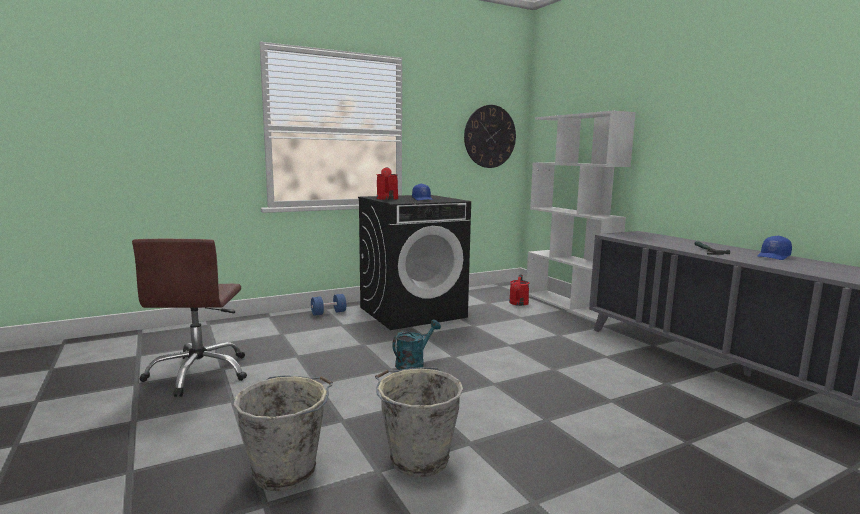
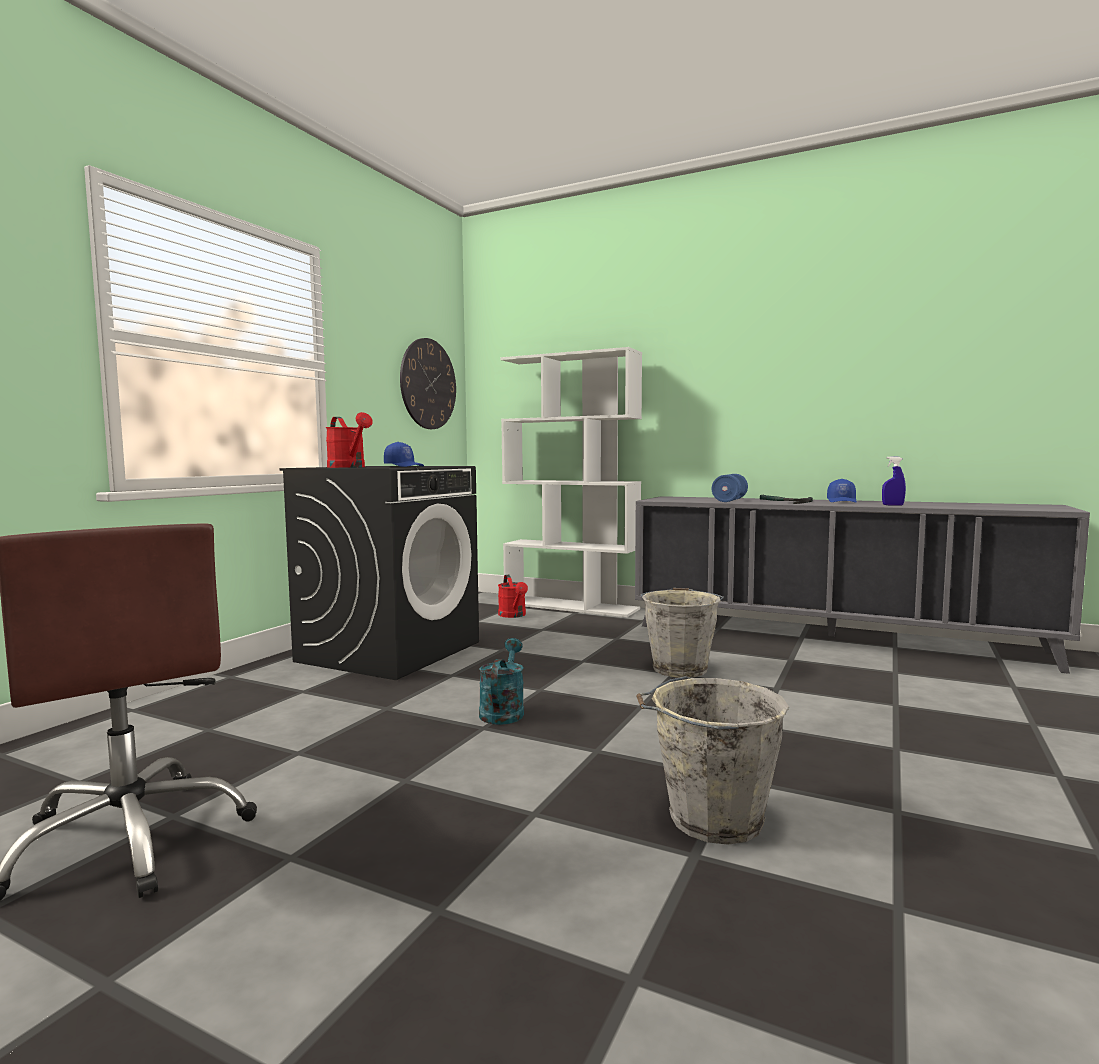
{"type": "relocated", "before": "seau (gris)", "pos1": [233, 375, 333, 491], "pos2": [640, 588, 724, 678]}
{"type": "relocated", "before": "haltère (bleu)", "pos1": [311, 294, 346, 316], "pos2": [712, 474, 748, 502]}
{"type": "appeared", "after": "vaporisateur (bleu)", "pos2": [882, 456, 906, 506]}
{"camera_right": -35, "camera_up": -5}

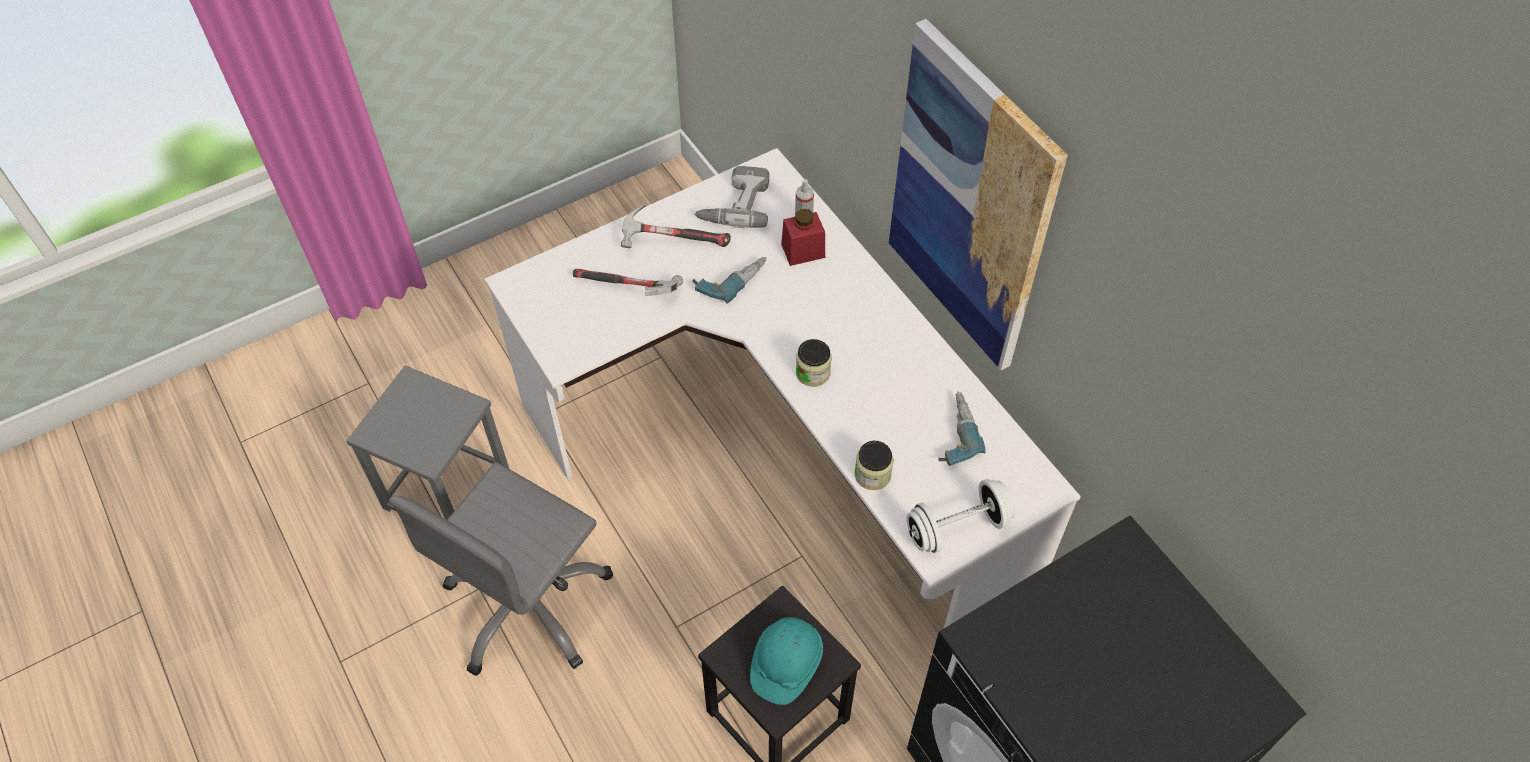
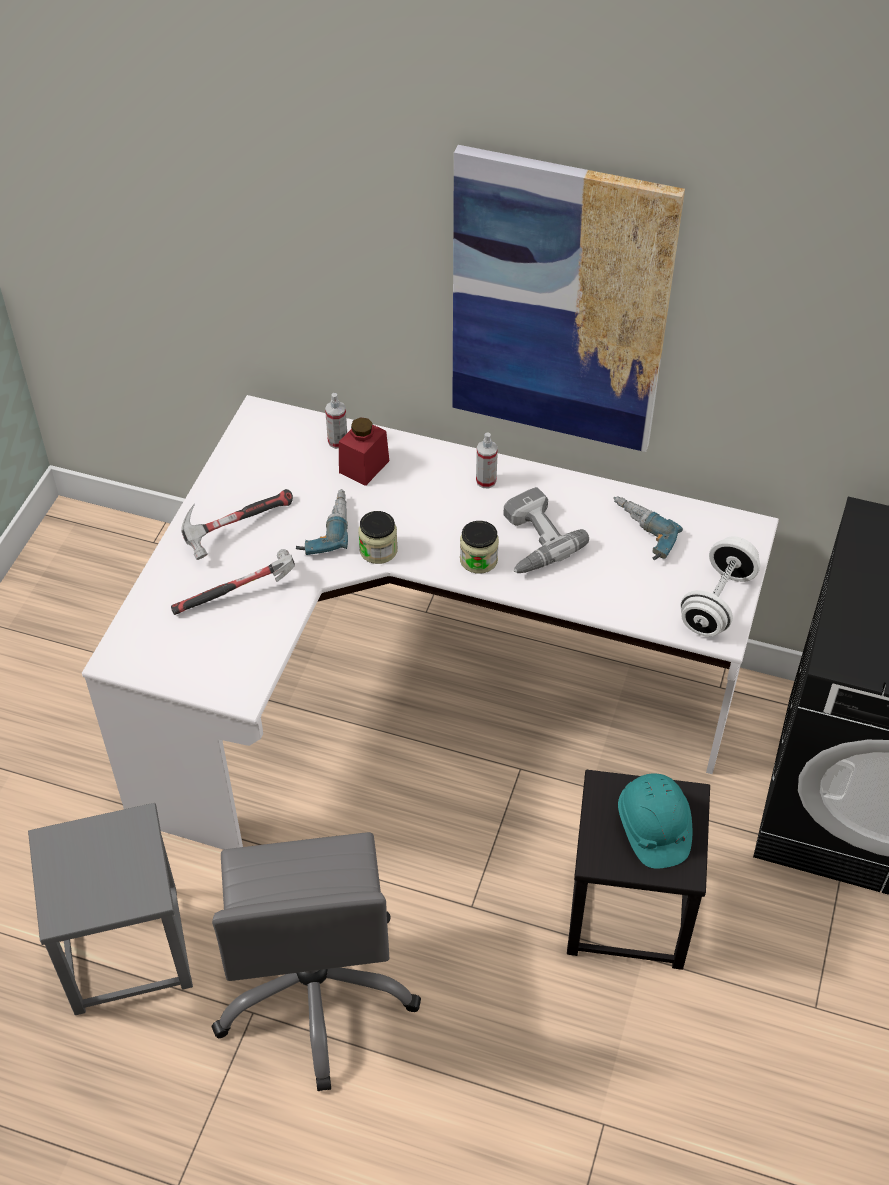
{"type": "relocated", "before": "bocal", "pos1": [855, 441, 893, 490], "pos2": [358, 511, 398, 564]}
{"type": "appeared", "after": "vaporisateur", "pos2": [476, 432, 498, 488]}
{"type": "relocated", "before": "perceuse", "pos1": [694, 166, 769, 228], "pos2": [503, 487, 589, 573]}
{"camera_right": -40, "camera_up": -5}

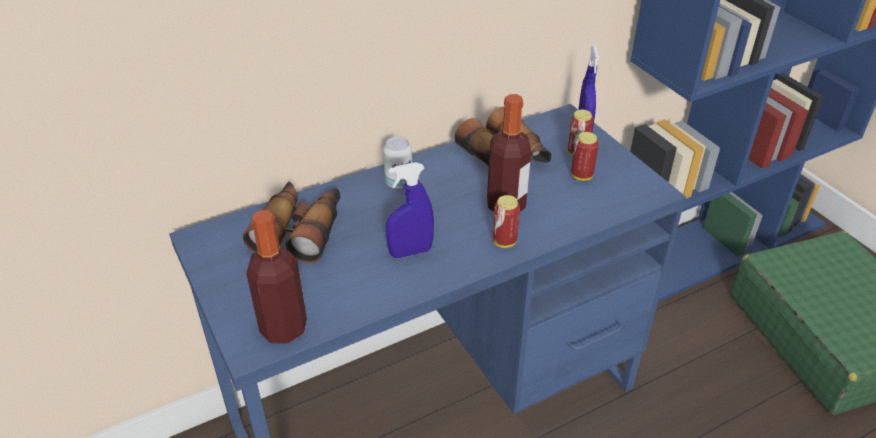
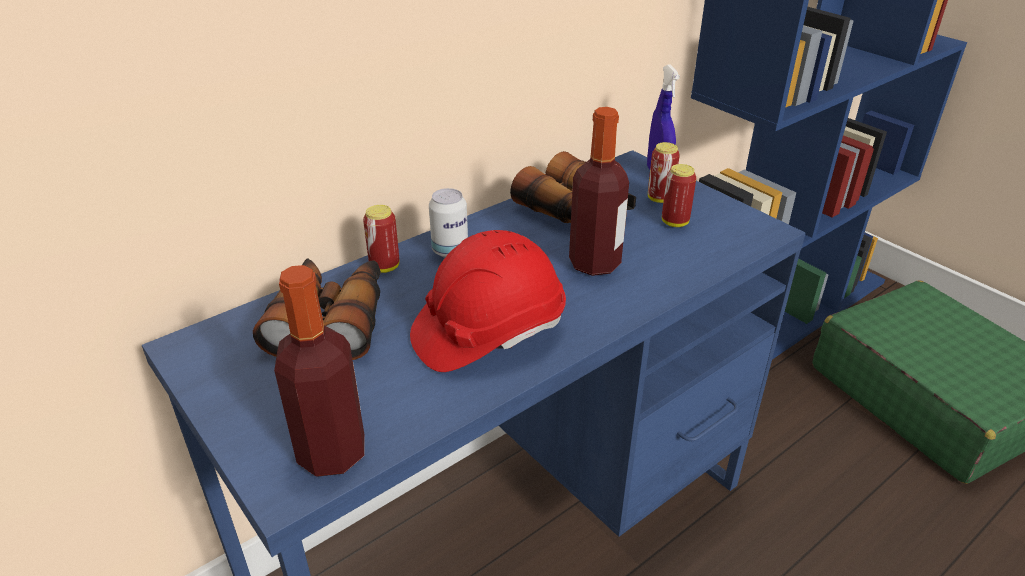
{"type": "relocated", "before": "boîte métallique", "pos1": [493, 195, 520, 248], "pos2": [363, 205, 399, 273]}
{"type": "exchanged", "before": "vaporisateur (bleu)", "after": "casque de chantier (rouge)", "pos1": [386, 162, 434, 258], "pos2": [410, 230, 566, 372]}
{"camera_right": -10, "camera_up": -5}

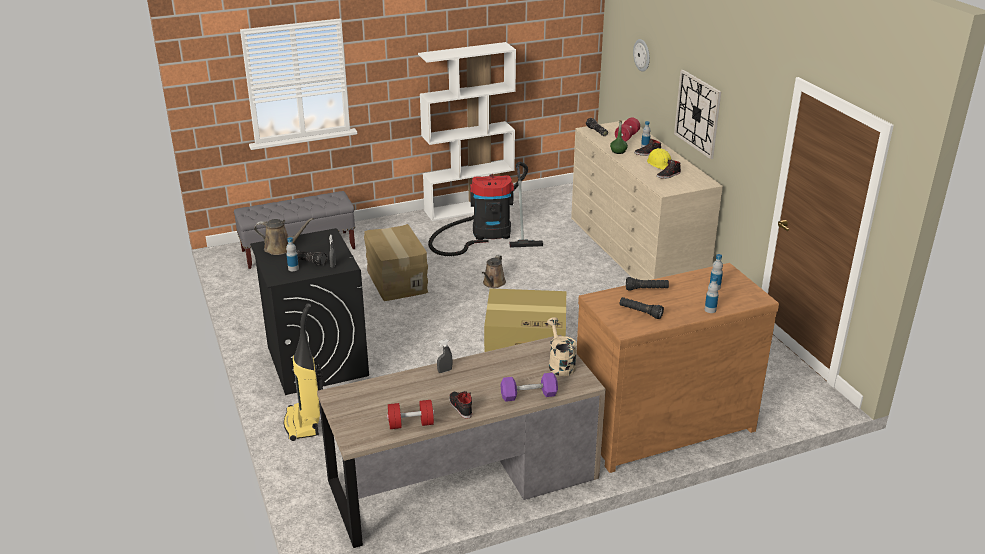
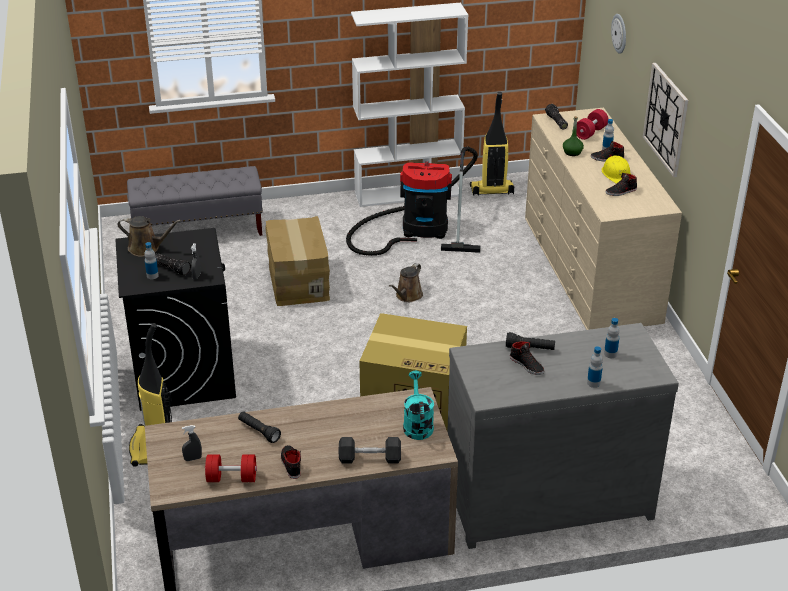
{"type": "relocated", "before": "vaporisateur (gris)", "pos1": [437, 339, 452, 373], "pos2": [182, 425, 202, 461]}
{"type": "relocated", "before": "lampe de poche (noir)", "pos1": [620, 297, 664, 319], "pos2": [238, 411, 281, 443]}
{"type": "colour", "before": "haltère (violet)", "after": "haltère (noir)", "pos1": [500, 373, 558, 402], "pos2": [339, 437, 401, 464]}
{"type": "colour", "before": "arrosoir (beige)", "after": "arrosoir (turquoise)", "pos1": [547, 317, 577, 376], "pos2": [403, 371, 434, 440]}
{"type": "colour", "before": "commode (marron)", "after": "commode (gris)", "pos1": [576, 263, 779, 473], "pos2": [447, 323, 679, 549]}
{"type": "appeared", "after": "aspirateur", "pos2": [470, 92, 514, 196]}
{"type": "appeared", "after": "chaussure (noir)", "pos2": [510, 341, 544, 375]}
{"camera_right": 10, "camera_up": 5}

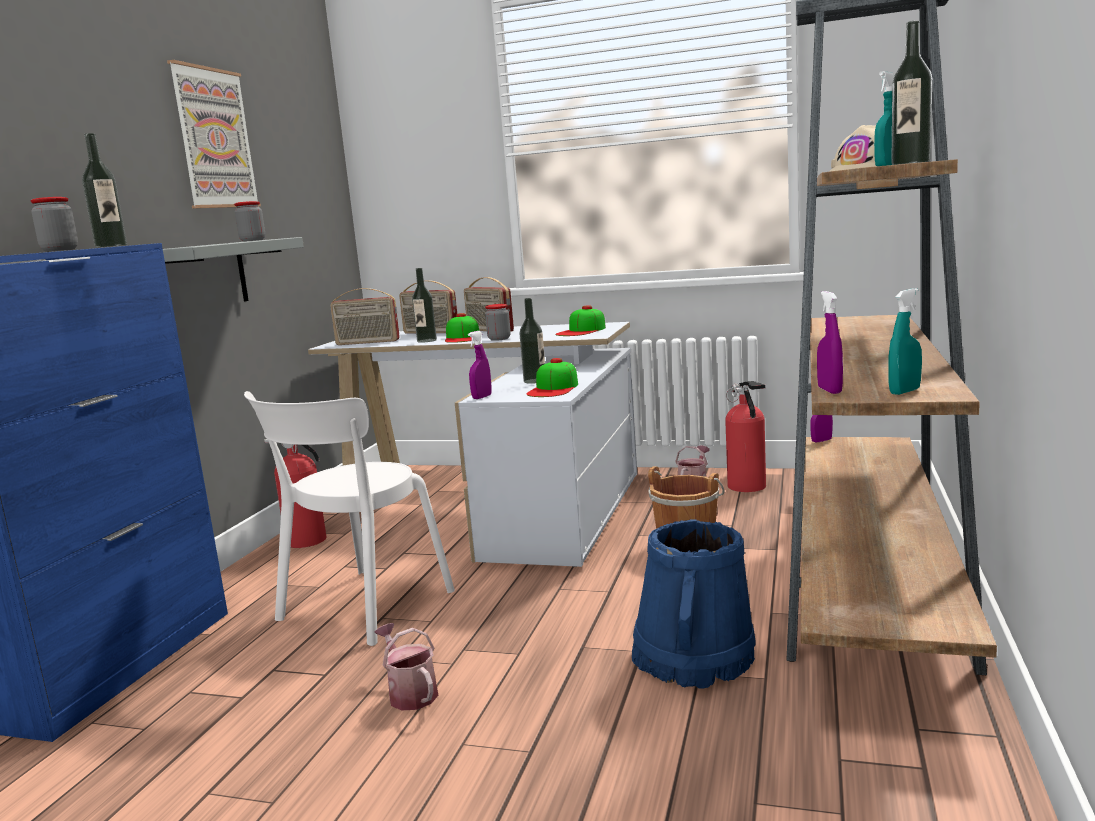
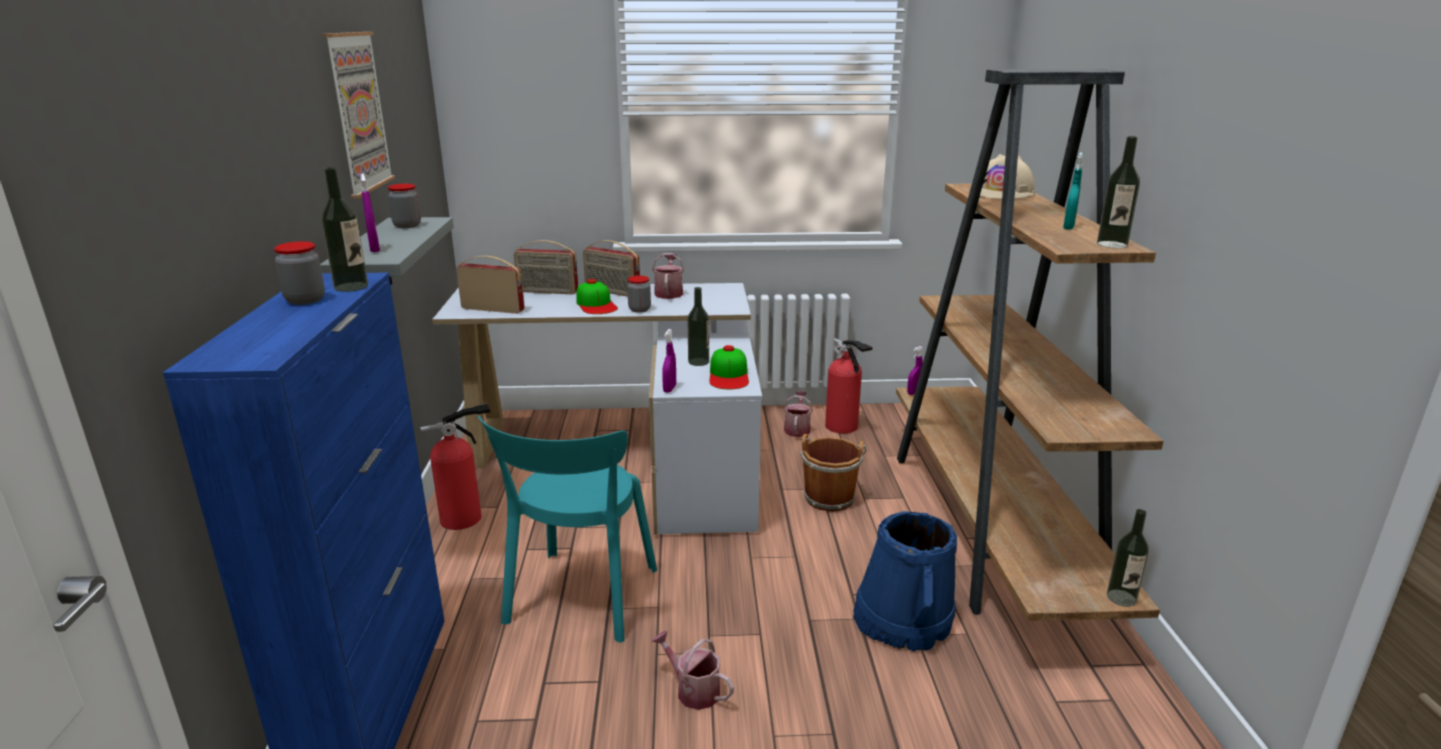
{"type": "relocated", "before": "vaporisateur (violet)", "pos1": [817, 291, 843, 394], "pos2": [360, 174, 380, 252]}
{"type": "spun", "before": "radio", "pos1": [330, 288, 400, 345], "pos2": [456, 256, 525, 314], "turn": -150}
{"type": "colour", "before": "chaise (blanc)", "after": "chaise (turquoise)", "pos1": [244, 391, 455, 646], "pos2": [478, 416, 657, 642]}
{"type": "appeared", "after": "arrosoir", "pos2": [652, 253, 684, 299]}
{"type": "relocated", "before": "bouteille", "pos1": [412, 268, 437, 343], "pos2": [1107, 509, 1149, 607]}
{"type": "missing", "before": "casquette", "pos1": [555, 306, 606, 336]}
{"type": "missing", "before": "vaporisateur (turquoise)", "pos1": [889, 289, 922, 395]}
{"camera_right": -20, "camera_up": 10}

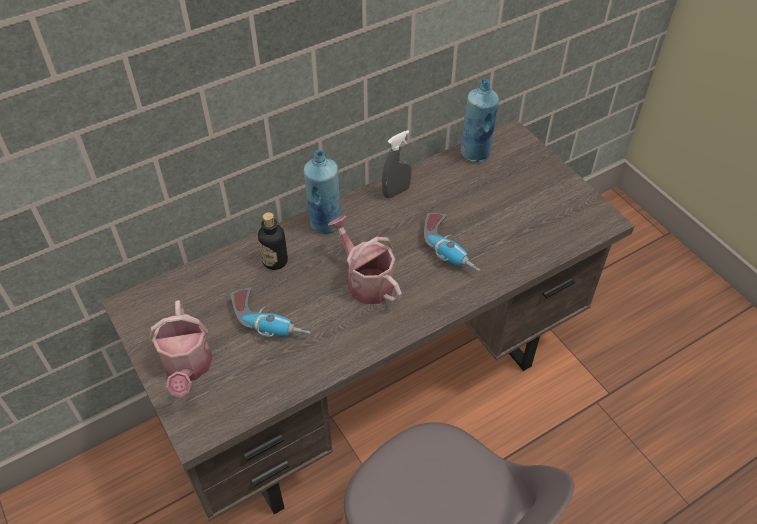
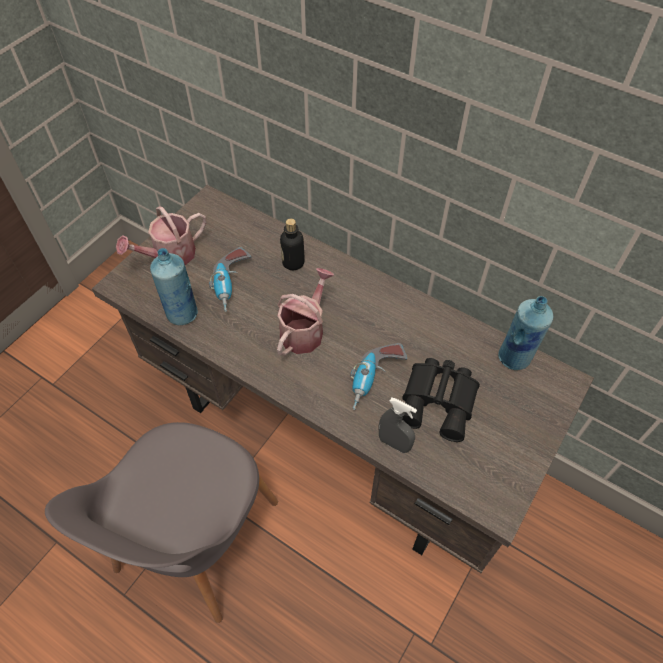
{"type": "relocated", "before": "bouteille (bleu)", "pos1": [304, 150, 342, 234], "pos2": [150, 248, 198, 325]}
{"type": "relocated", "before": "vaporisateur (gris)", "pos1": [382, 130, 411, 198], "pos2": [379, 398, 417, 453]}
{"type": "appeared", "after": "jumelles (noir)", "pos2": [402, 358, 480, 442]}
{"camera_right": 65, "camera_up": 5}

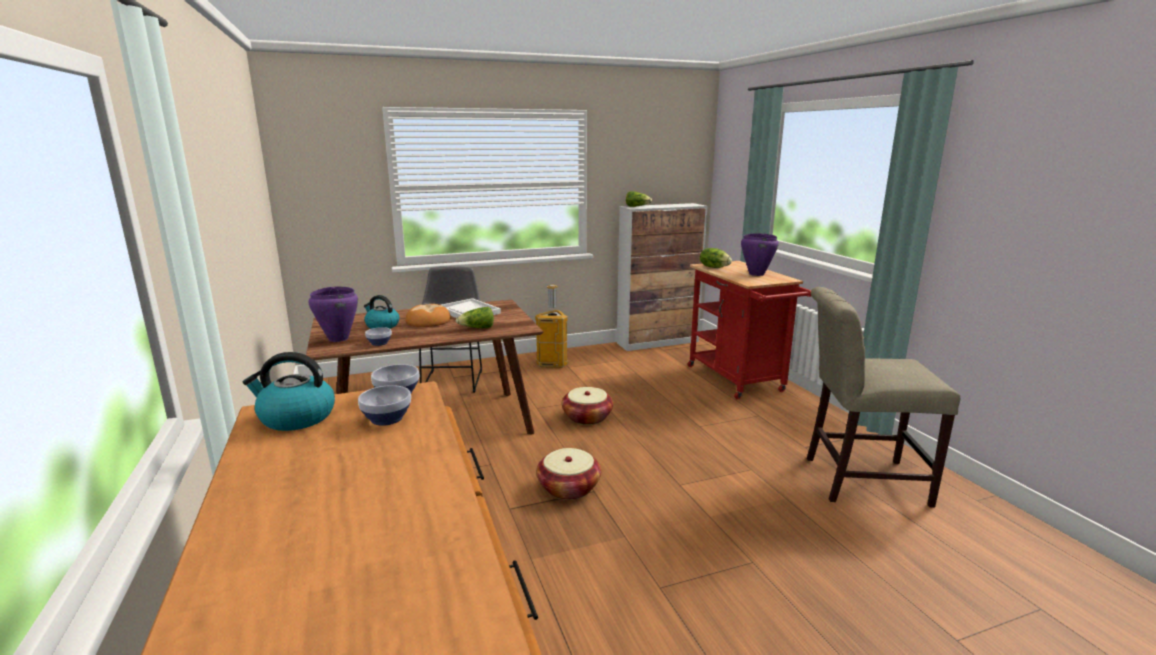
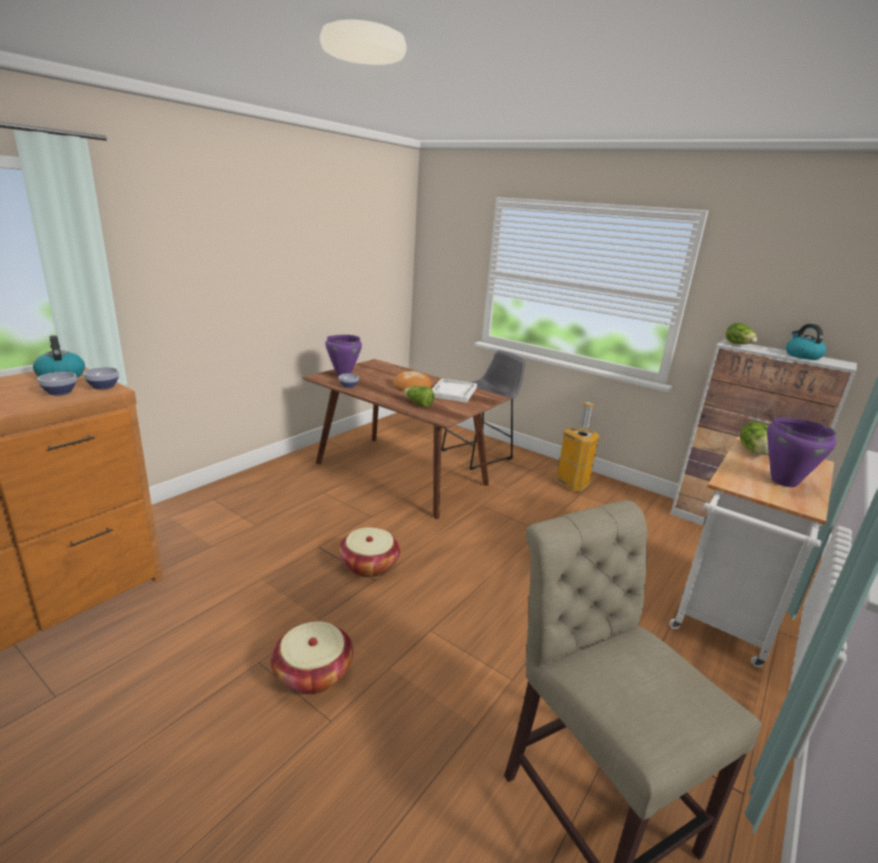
{"type": "relocated", "before": "panier", "pos1": [562, 387, 613, 425], "pos2": [271, 621, 353, 695]}
{"type": "colour", "before": "chariot (rouge)", "after": "chariot (blanc)", "pos1": [688, 261, 811, 400], "pos2": [669, 437, 834, 667]}
{"type": "relocated", "before": "bouilloire", "pos1": [364, 295, 399, 329], "pos2": [786, 324, 826, 360]}
{"camera_right": 55, "camera_up": 5}

